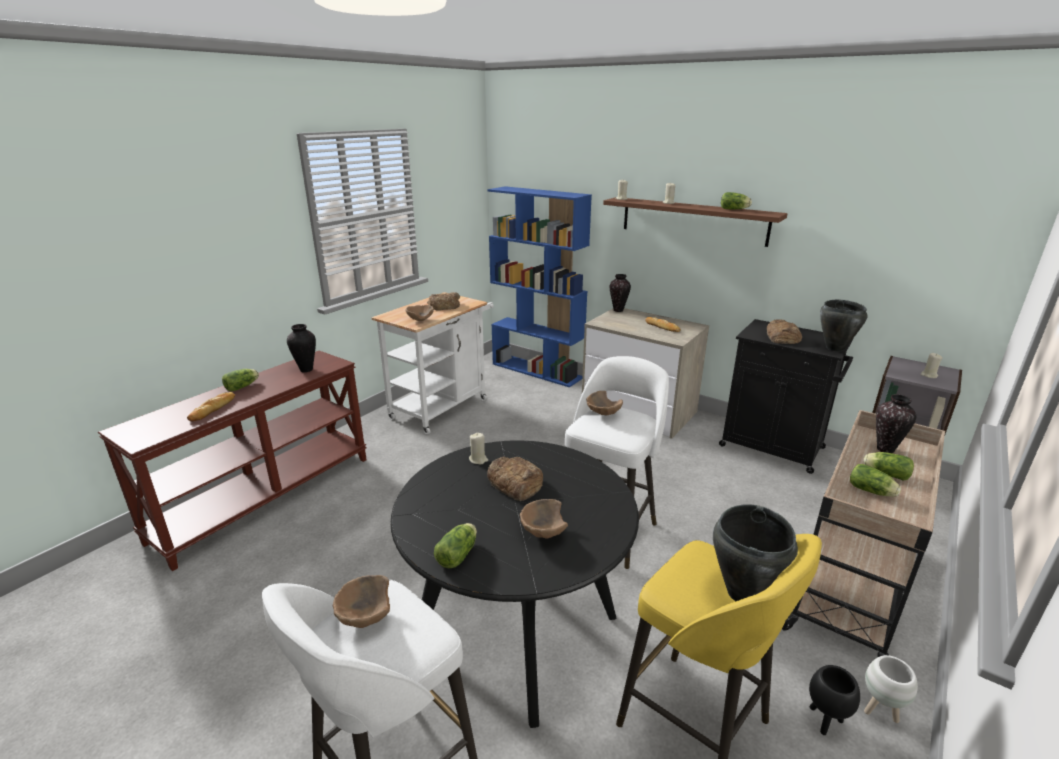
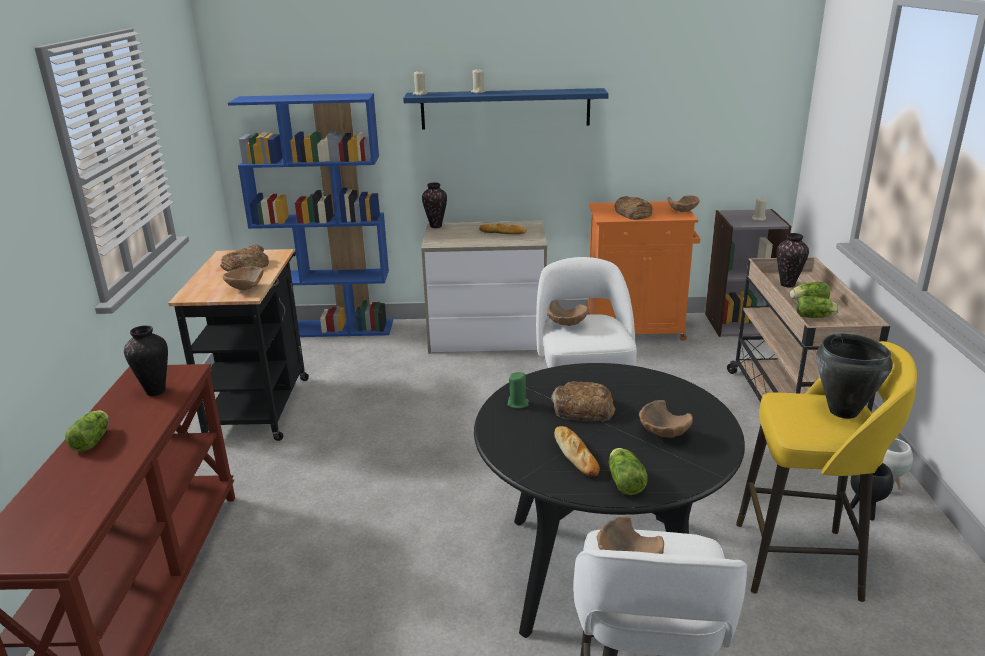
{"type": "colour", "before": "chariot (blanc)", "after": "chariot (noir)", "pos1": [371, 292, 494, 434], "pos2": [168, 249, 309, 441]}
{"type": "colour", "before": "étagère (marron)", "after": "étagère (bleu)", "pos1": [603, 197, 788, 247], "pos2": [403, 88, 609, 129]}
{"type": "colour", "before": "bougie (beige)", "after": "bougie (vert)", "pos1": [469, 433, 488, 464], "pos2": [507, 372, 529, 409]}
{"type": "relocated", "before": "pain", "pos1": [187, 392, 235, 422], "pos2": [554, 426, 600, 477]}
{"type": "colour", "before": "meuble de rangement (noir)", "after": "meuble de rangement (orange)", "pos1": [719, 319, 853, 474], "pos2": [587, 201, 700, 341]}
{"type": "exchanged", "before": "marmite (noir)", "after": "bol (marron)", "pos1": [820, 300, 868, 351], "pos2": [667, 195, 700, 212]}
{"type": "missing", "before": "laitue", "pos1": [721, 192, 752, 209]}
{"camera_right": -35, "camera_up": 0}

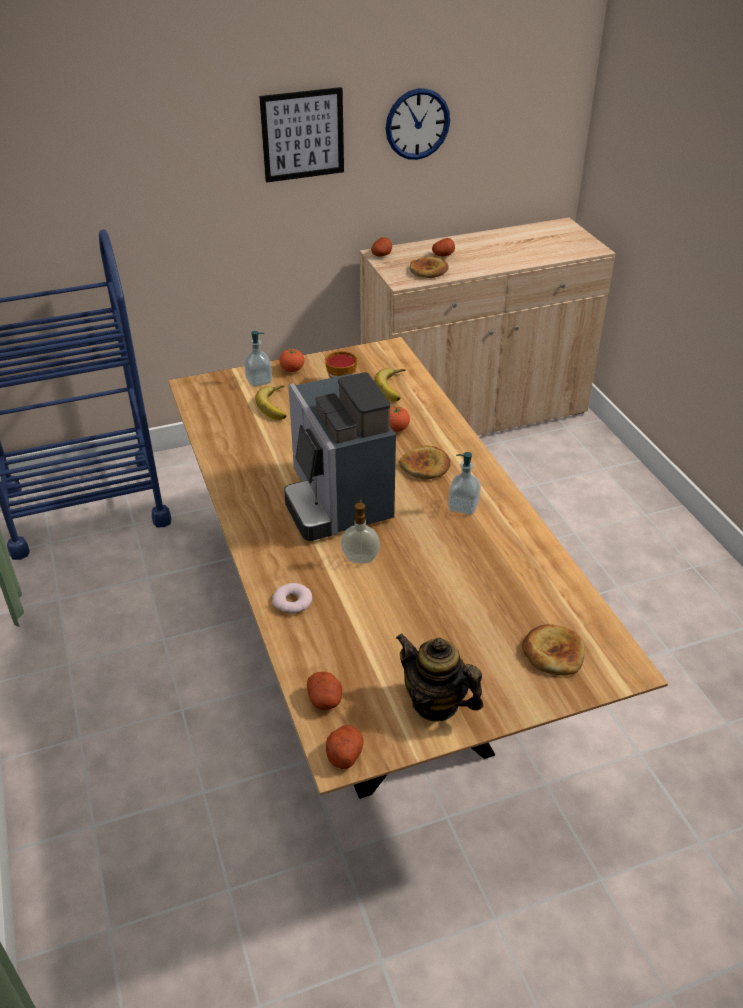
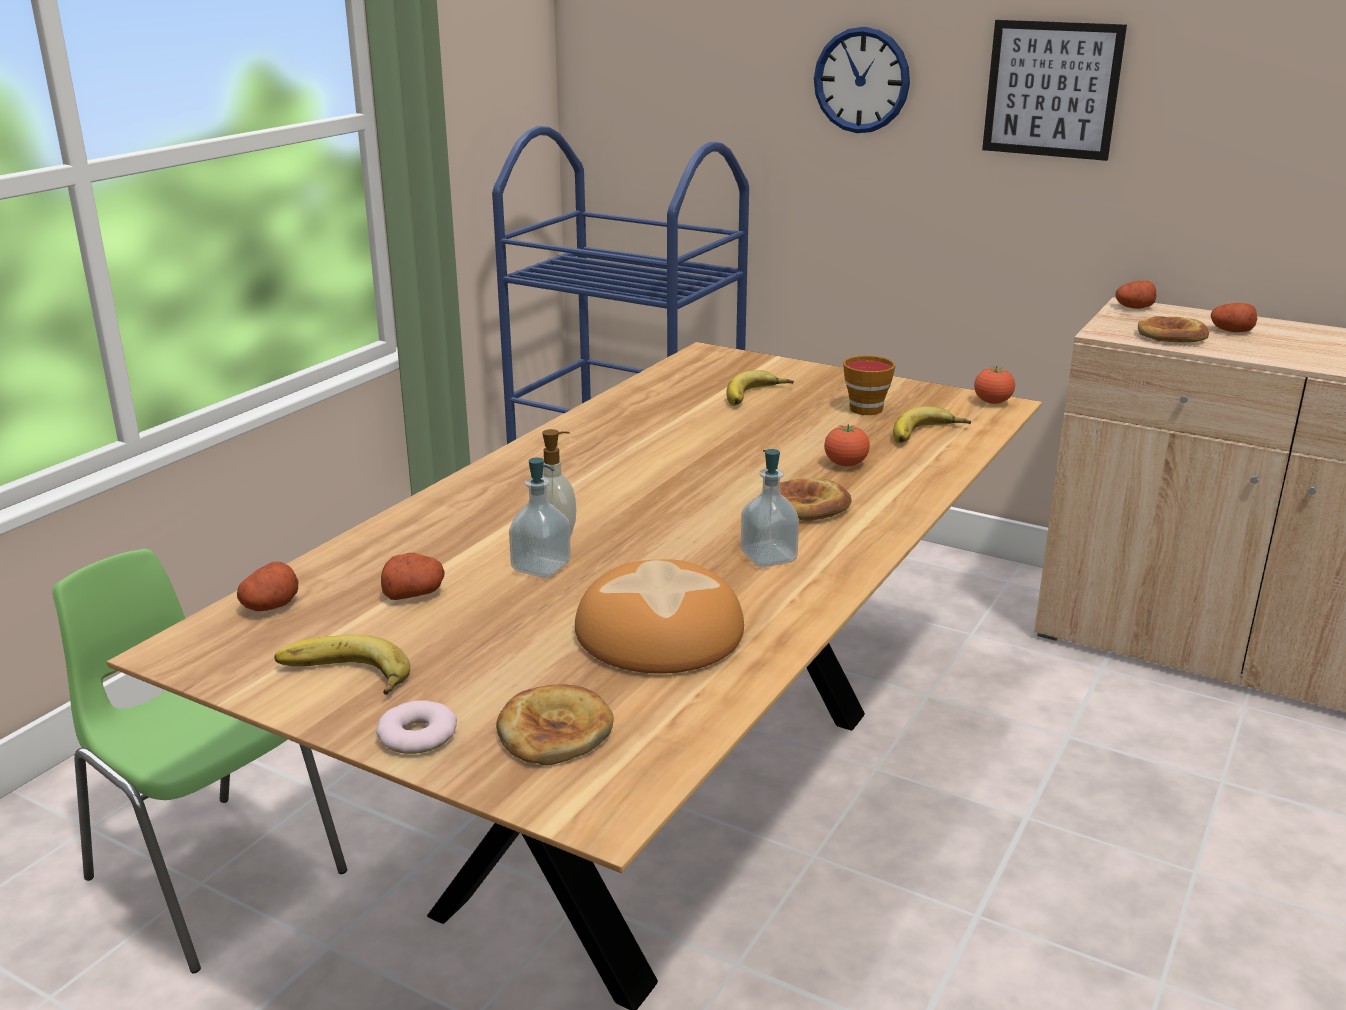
{"type": "appeared", "after": "chaise (vert)", "pos2": [52, 549, 347, 973]}
{"type": "exchanged", "before": "théière", "after": "banane", "pos1": [396, 633, 483, 722], "pos2": [274, 634, 410, 695]}
{"type": "relocated", "before": "beignet", "pos1": [272, 583, 312, 614], "pos2": [376, 700, 457, 754]}
{"type": "relocated", "before": "pomme de terre", "pos1": [326, 725, 364, 769], "pos2": [381, 553, 444, 600]}
{"type": "relocated", "before": "distributeur de savon", "pos1": [244, 331, 272, 387], "pos2": [509, 458, 571, 578]}
{"type": "appeared", "after": "pain", "pos2": [575, 559, 744, 674]}
{"type": "relocated", "before": "horloge murale", "pos1": [386, 88, 450, 160], "pos2": [814, 27, 910, 133]}
{"type": "relocated", "before": "tomate", "pos1": [279, 348, 304, 372], "pos2": [974, 366, 1015, 404]}
{"type": "missing", "before": "machine à café", "pos1": [284, 372, 396, 541]}
{"camera_right": 50, "camera_up": -15}

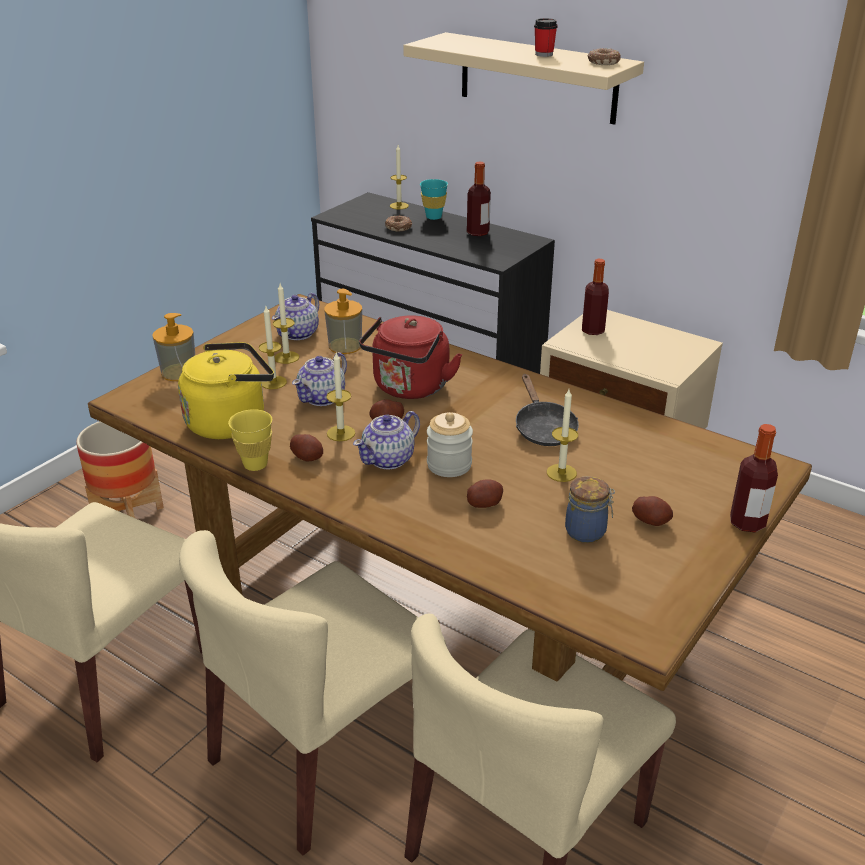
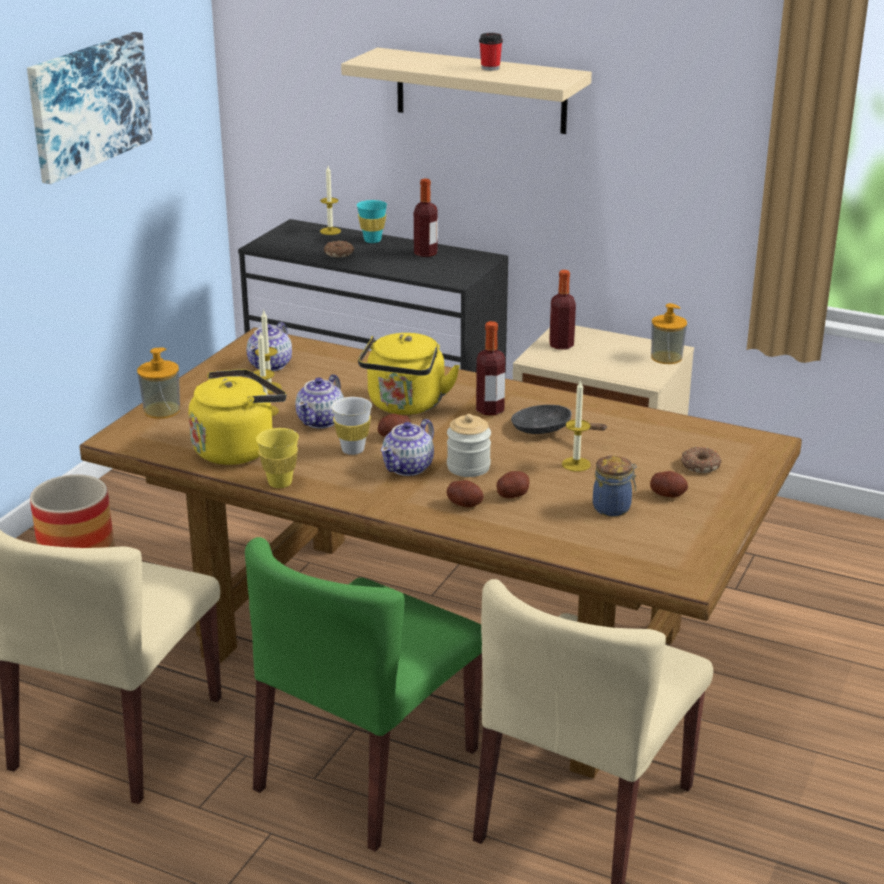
{"type": "appeared", "after": "tableau", "pos2": [27, 32, 153, 184]}
{"type": "colour", "before": "chaise (beige)", "after": "chaise (vert)", "pos1": [179, 530, 446, 856], "pos2": [245, 537, 482, 852]}
{"type": "exchanged", "before": "bougie", "after": "tasse (blanc)", "pos1": [326, 353, 355, 441], "pos2": [331, 397, 372, 455]}
{"type": "colour", "before": "bouilloire (rouge)", "after": "bouilloire (jaune)", "pos1": [359, 315, 462, 399], "pos2": [358, 333, 460, 415]}
{"type": "relocated", "before": "pomme de terre", "pos1": [290, 434, 323, 462], "pos2": [446, 480, 484, 507]}
{"type": "relocated", "before": "bouteille", "pos1": [730, 424, 778, 532], "pos2": [476, 321, 505, 415]}
{"type": "spun", "before": "poêle (noir)", "pos1": [516, 374, 579, 446], "pos2": [511, 405, 607, 434], "turn": 150}
{"type": "relocated", "before": "distributeur de savon", "pos1": [324, 289, 362, 354], "pos2": [651, 303, 687, 364]}
{"type": "relocated", "before": "beignet", "pos1": [587, 48, 621, 65], "pos2": [681, 447, 721, 473]}
{"camera_right": -10, "camera_up": -5}

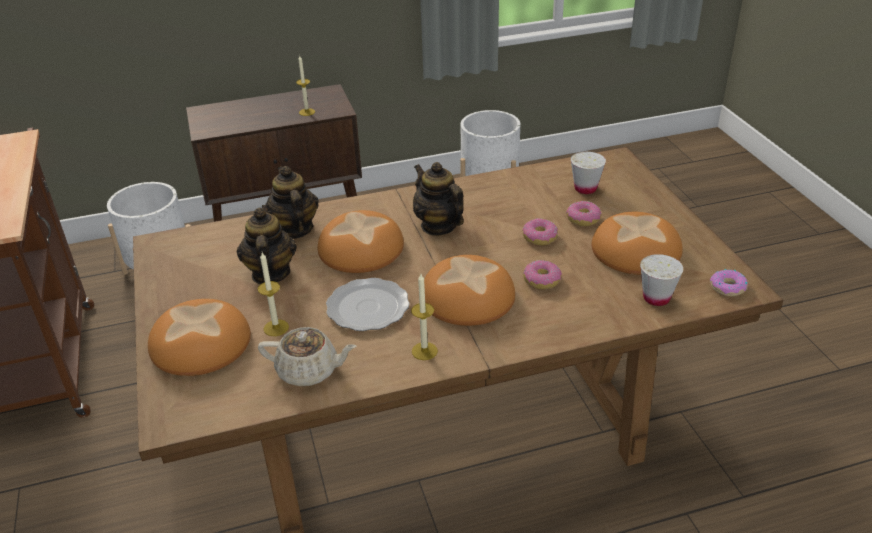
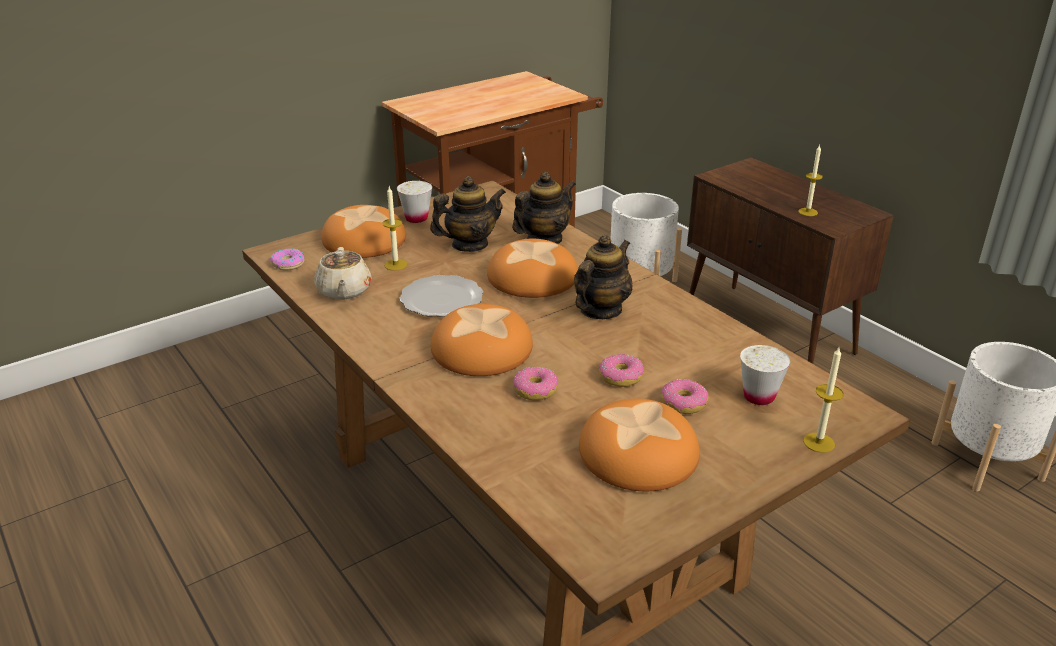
{"type": "relocated", "before": "beignet", "pos1": [710, 269, 748, 296], "pos2": [270, 249, 305, 270]}
{"type": "relocated", "before": "tasse (blanc)", "pos1": [640, 254, 683, 306], "pos2": [397, 181, 432, 223]}
{"type": "relocated", "before": "bougie", "pos1": [411, 274, 438, 360], "pos2": [803, 347, 844, 453]}
{"camera_right": 70, "camera_up": -5}

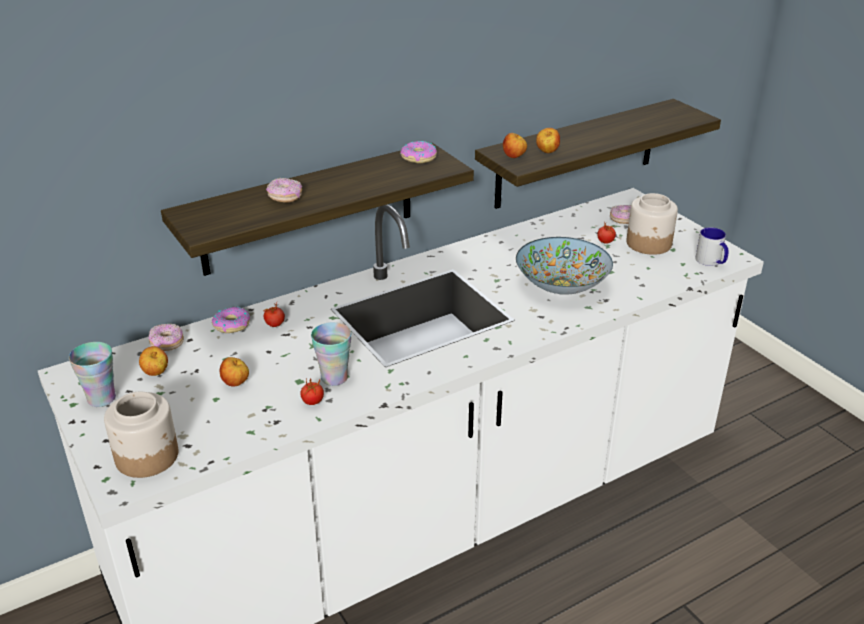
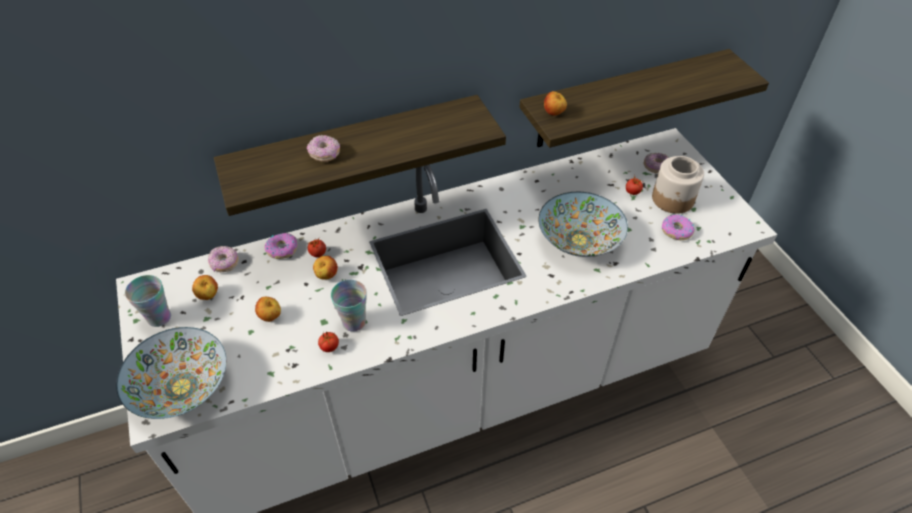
{"type": "exchanged", "before": "bocal", "after": "bol", "pos1": [104, 392, 178, 478], "pos2": [116, 327, 226, 419]}
{"type": "relocated", "before": "pomme", "pos1": [536, 128, 560, 153], "pos2": [313, 256, 338, 280]}
{"type": "relocated", "before": "beignet", "pos1": [400, 141, 437, 163], "pos2": [662, 215, 695, 240]}
{"type": "missing", "before": "mug", "pos1": [695, 227, 728, 266]}
{"camera_right": 10, "camera_up": 15}

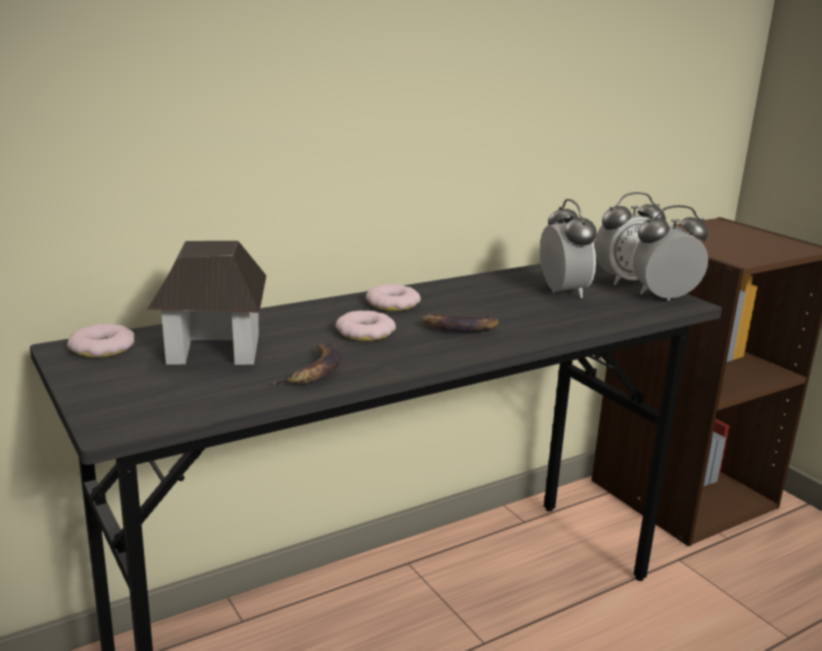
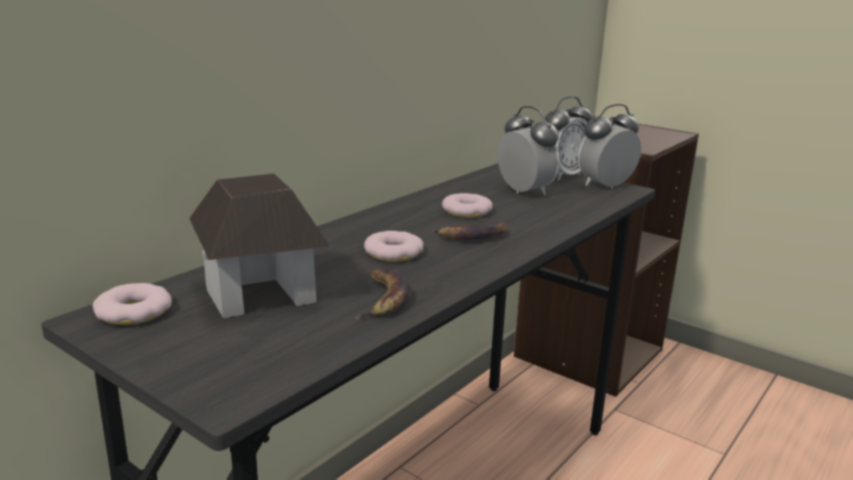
{"type": "relocated", "before": "beignet", "pos1": [366, 284, 421, 311], "pos2": [442, 193, 493, 218]}
{"camera_right": -20, "camera_up": 0}

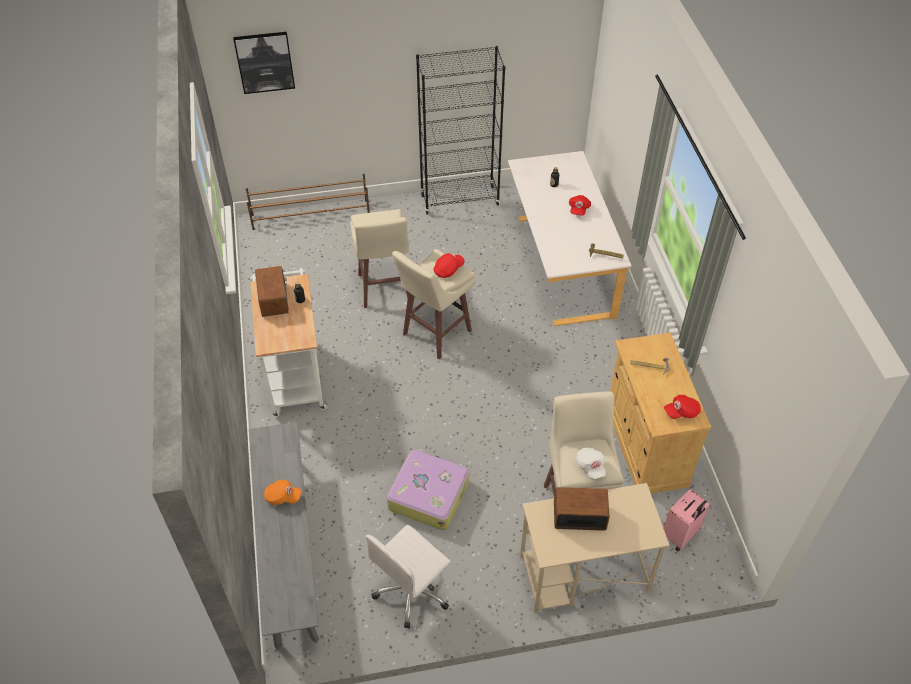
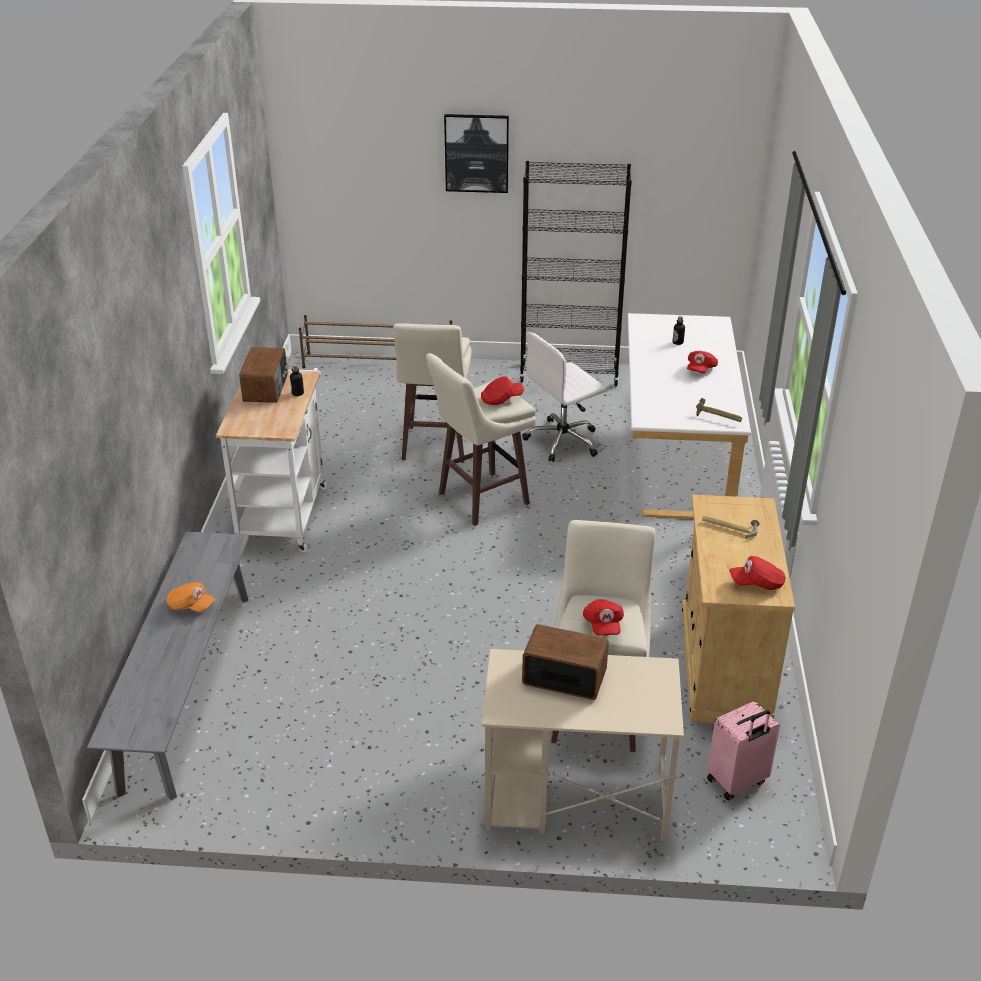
{"type": "relocated", "before": "tableau", "pos1": [233, 32, 295, 94], "pos2": [444, 114, 509, 193]}
{"type": "relocated", "before": "chaise de bureau (blanc)", "pos1": [365, 525, 451, 629], "pos2": [522, 332, 607, 462]}
{"type": "colour", "before": "casquette (blanc)", "after": "casquette (rouge)", "pos1": [576, 447, 606, 479], "pos2": [583, 599, 624, 636]}
{"type": "missing", "before": "valise", "pos1": [387, 449, 469, 530]}
{"camera_right": 15, "camera_up": -15}

